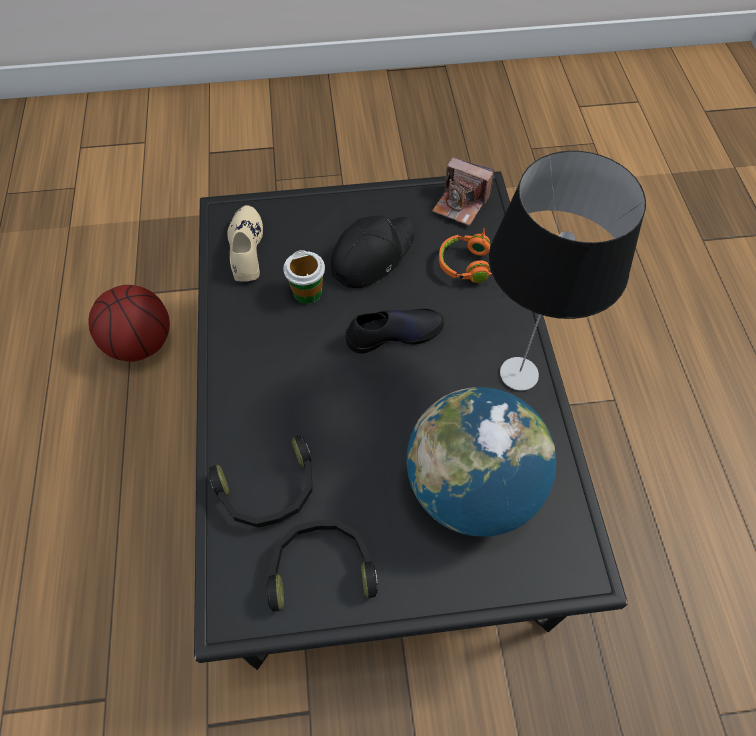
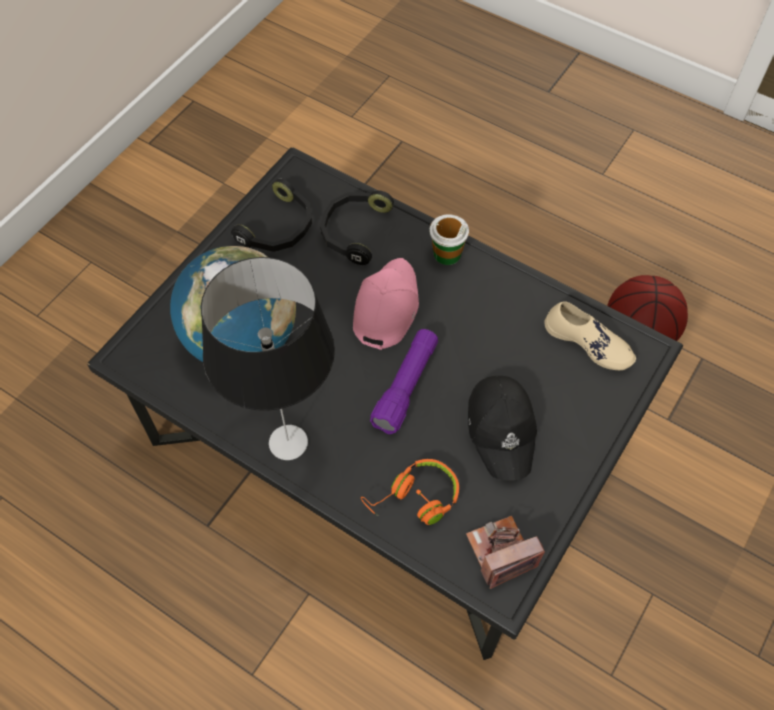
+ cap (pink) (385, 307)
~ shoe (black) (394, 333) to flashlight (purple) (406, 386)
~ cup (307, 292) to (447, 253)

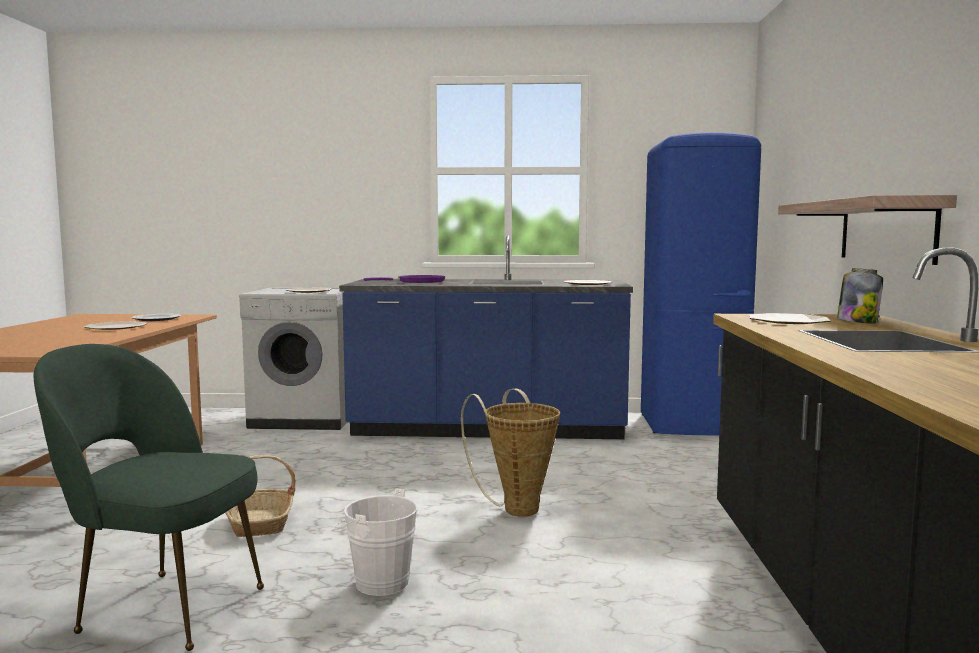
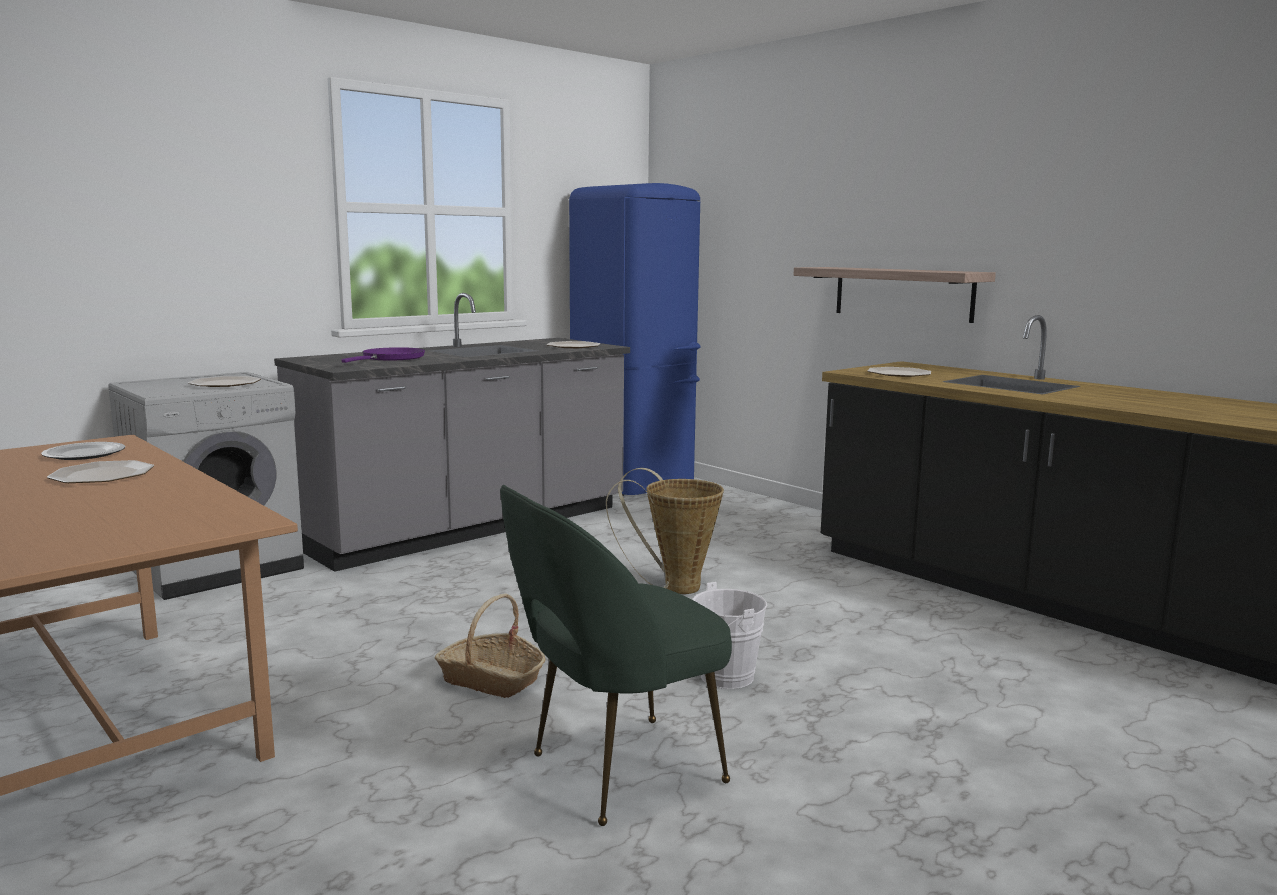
~ counter (blue) (487, 429) to counter (grey) (469, 527)
- jar (857, 322)

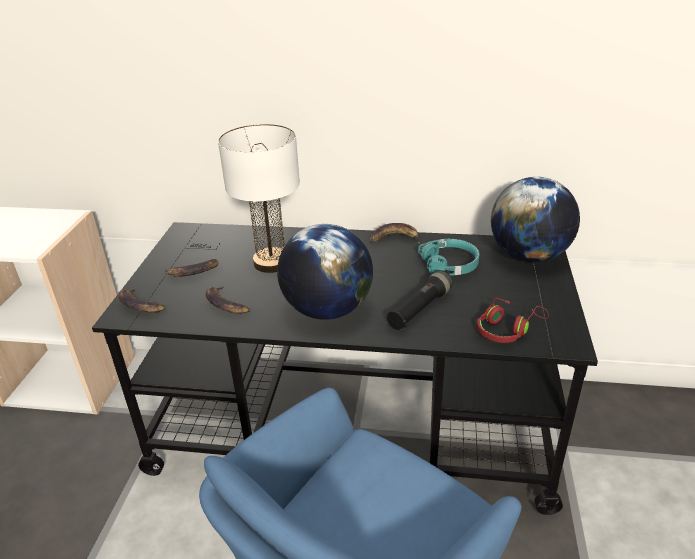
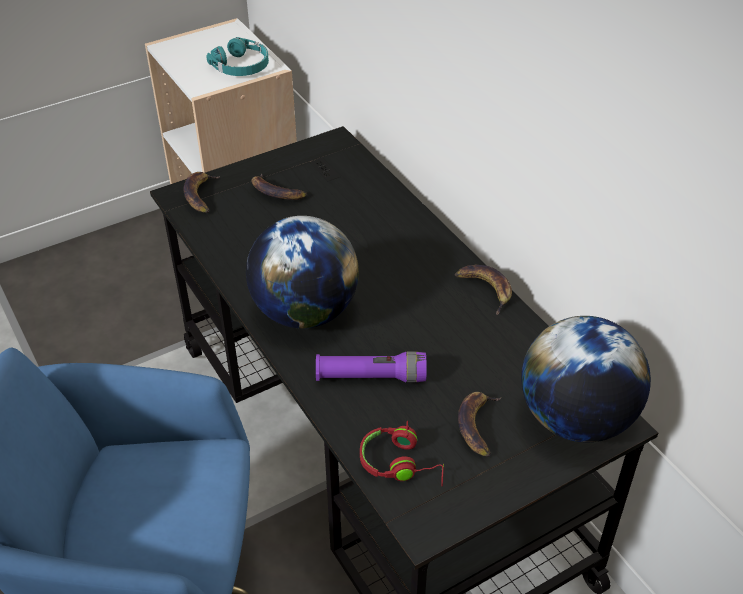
~ headphones (turquoise) (450, 264) to (241, 66)
~ flashlight (black) (420, 309) to flashlight (purple) (371, 377)
~ banana (225, 304) to (477, 425)
- table lamp (272, 262)

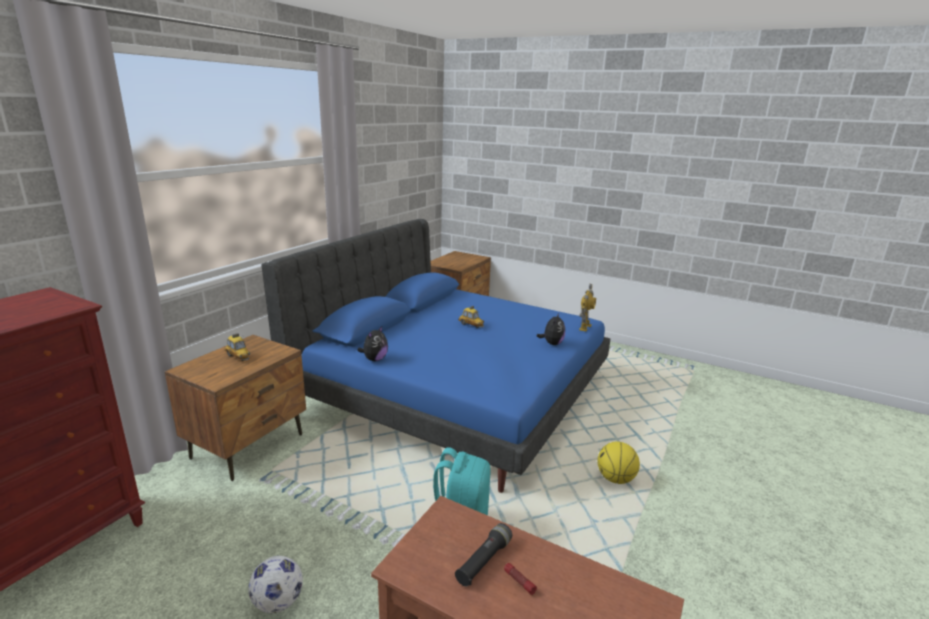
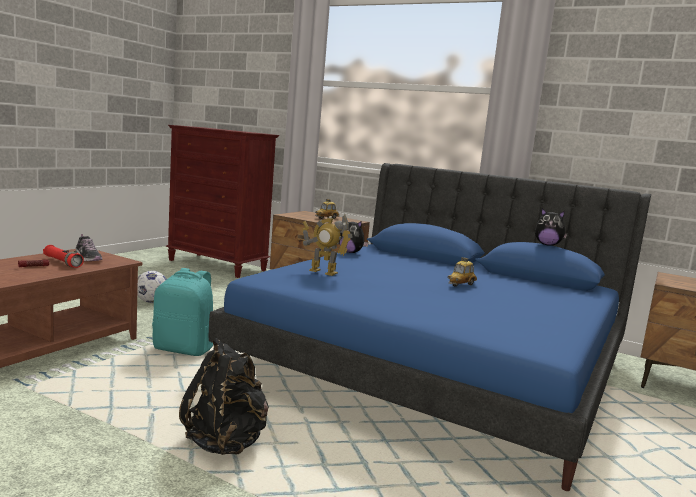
~ flashlight (black) (483, 561) to flashlight (red) (63, 262)
+ shoe (87, 258)
~ basketball (615, 479) to backpack (black) (226, 442)
~ toy robot (584, 327) to (323, 272)
~ plush toy (552, 343) to (547, 245)

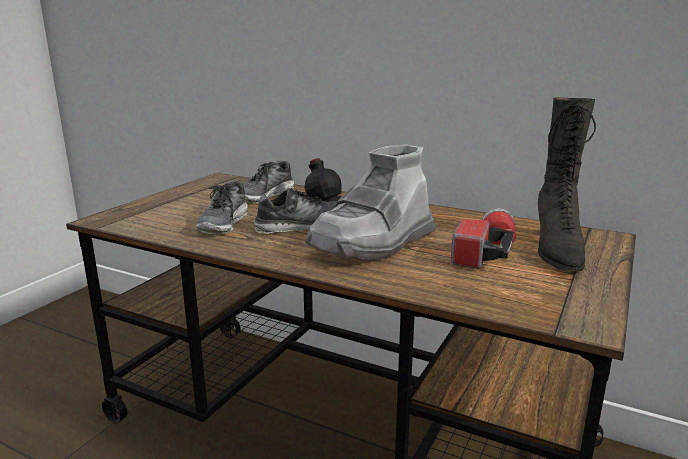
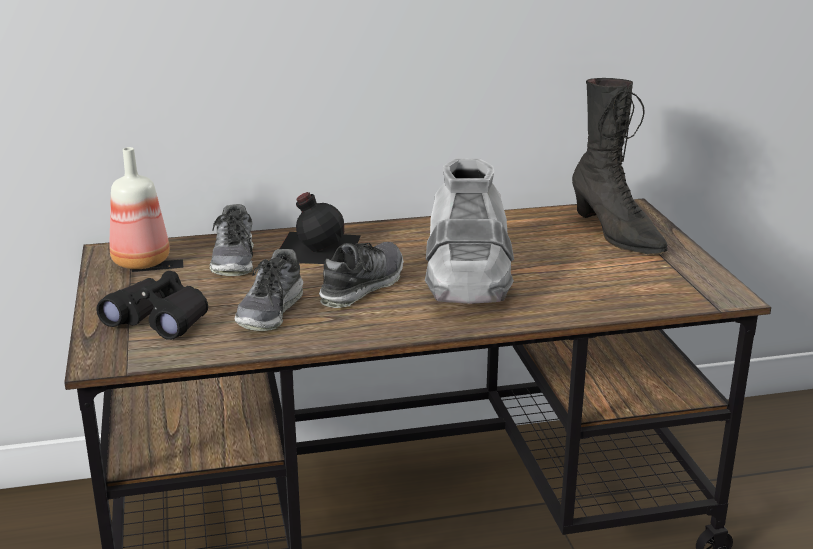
+ binoculars (black) (160, 319)
+ bottle (139, 261)
~ shoe (224, 223) = (271, 311) 45 degrees clockwise
- flashlight (484, 252)

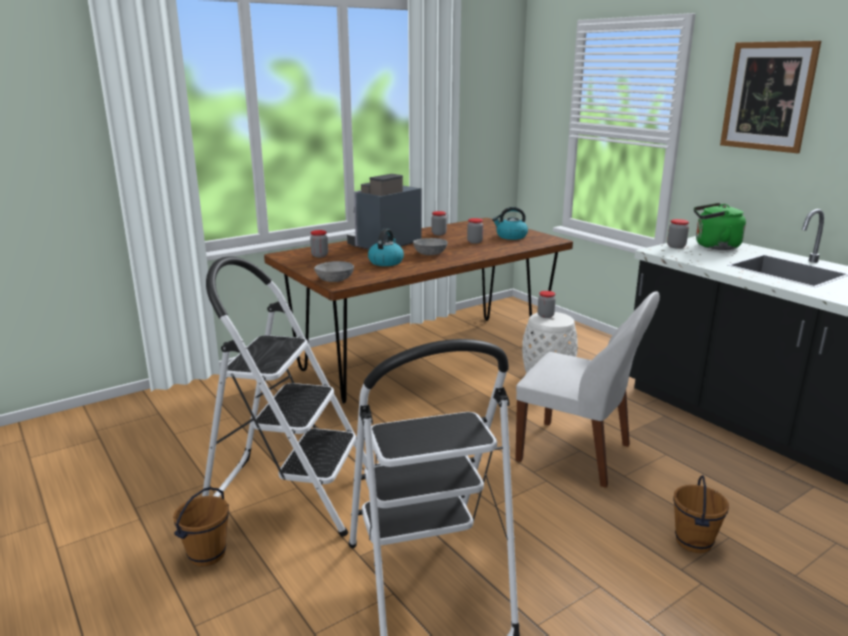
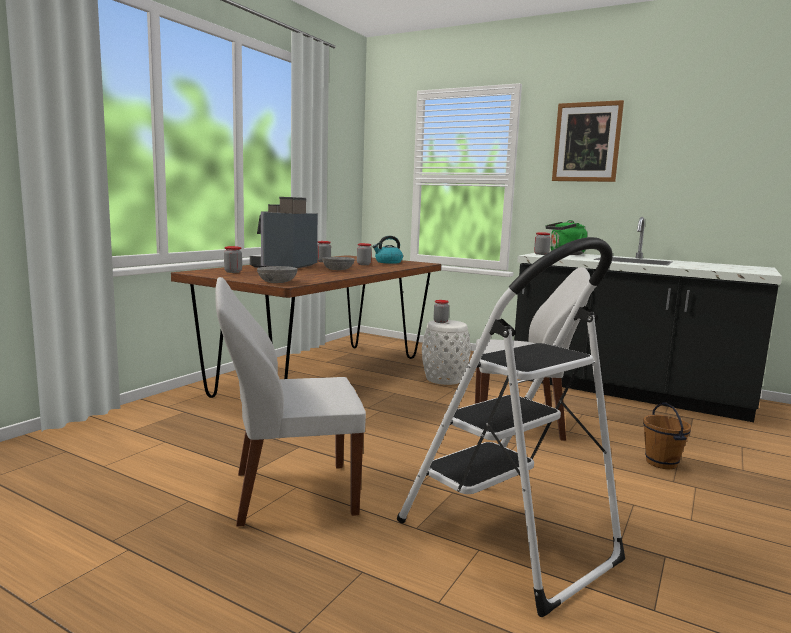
~ step ladder (286, 493) to chair (white) (289, 493)
- bucket (brown) (206, 554)
- kettle (386, 262)

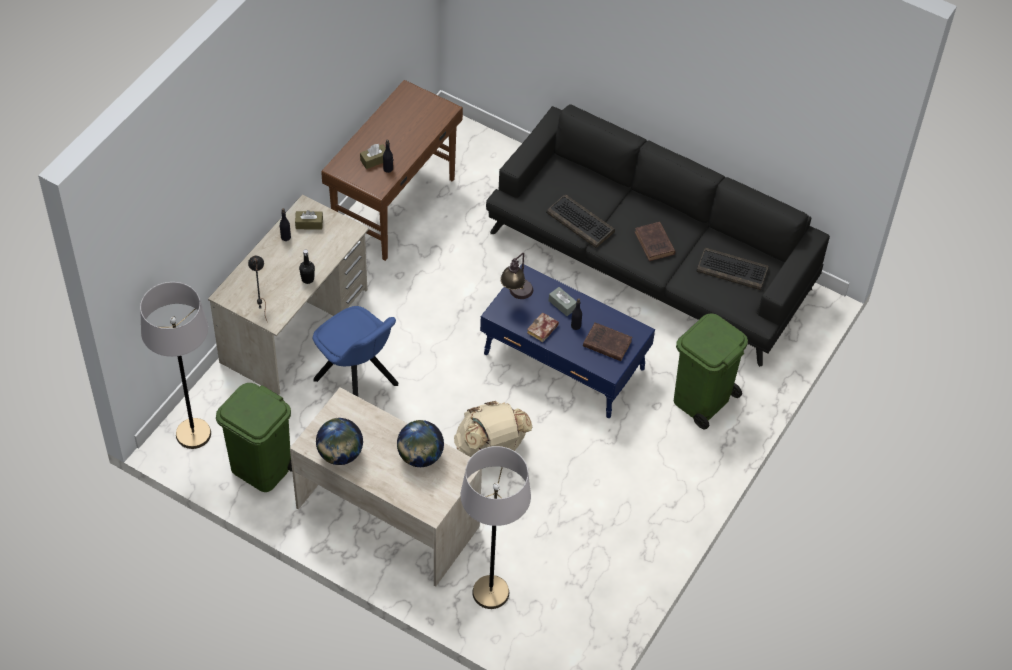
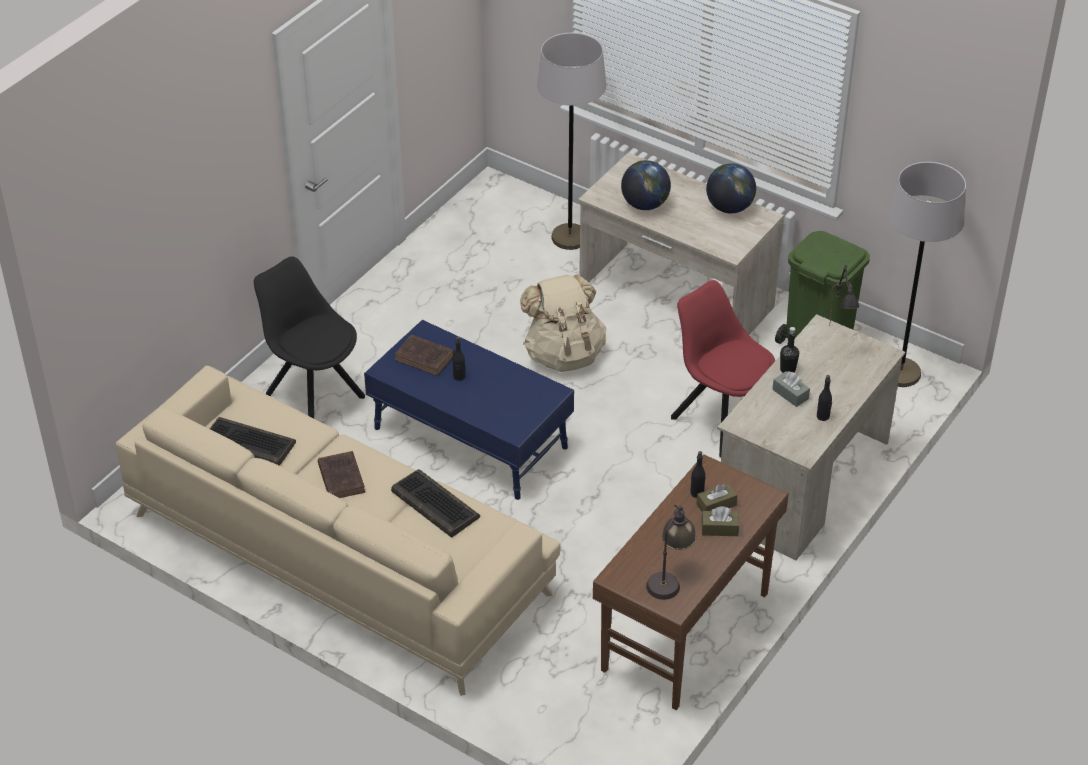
~ sofa (black) (650, 261) to sofa (beige) (340, 552)
~ trash can (green) (701, 400) to chair (black) (313, 396)
~ table lamp (516, 296) to (669, 578)
~ chair (blue) (357, 382) to chair (red) (719, 421)
~ tissue box (brown) (309, 224) to (719, 529)
~ tissue box (grey) (562, 305) to (790, 394)
- book (542, 330)

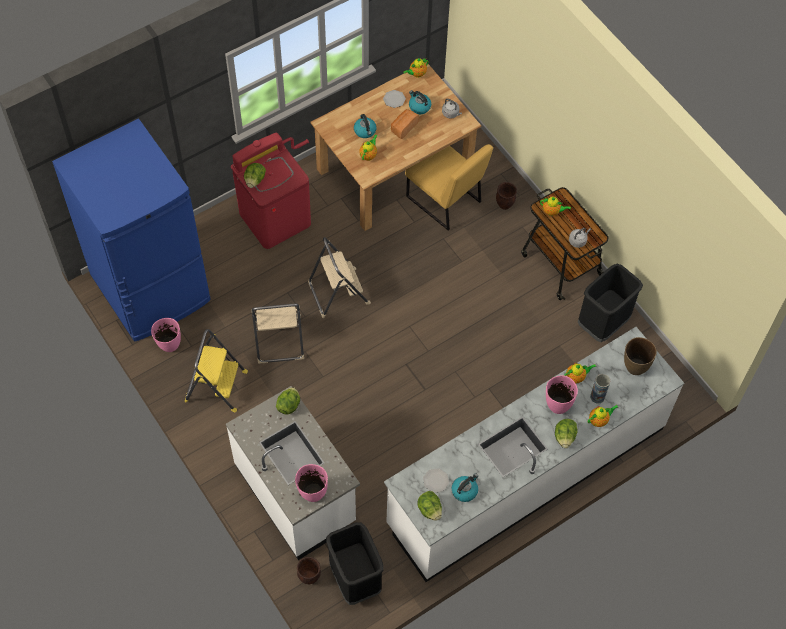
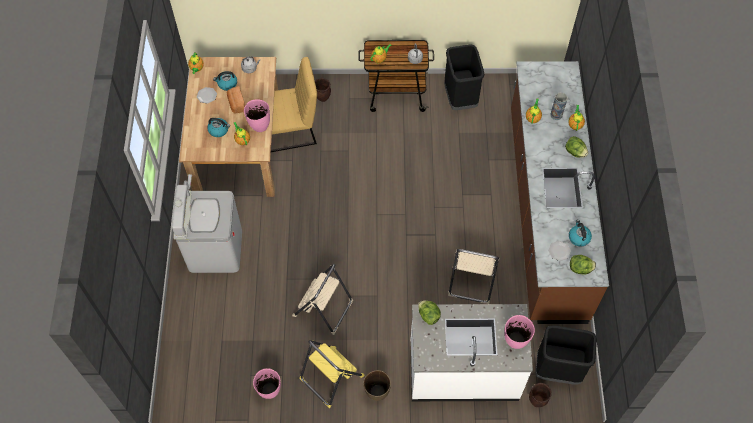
~ washing machine (red) (276, 218) to washing machine (grey) (215, 249)
~ vase (pink) (557, 405) to (259, 126)
~ vase (brown) (635, 367) to (377, 393)
~ step ladder (beige) (336, 293) to (471, 281)
~ counter (white) (526, 475) to counter (brown) (544, 212)
- fridge (blue) (151, 288)
- lettuce (255, 180)

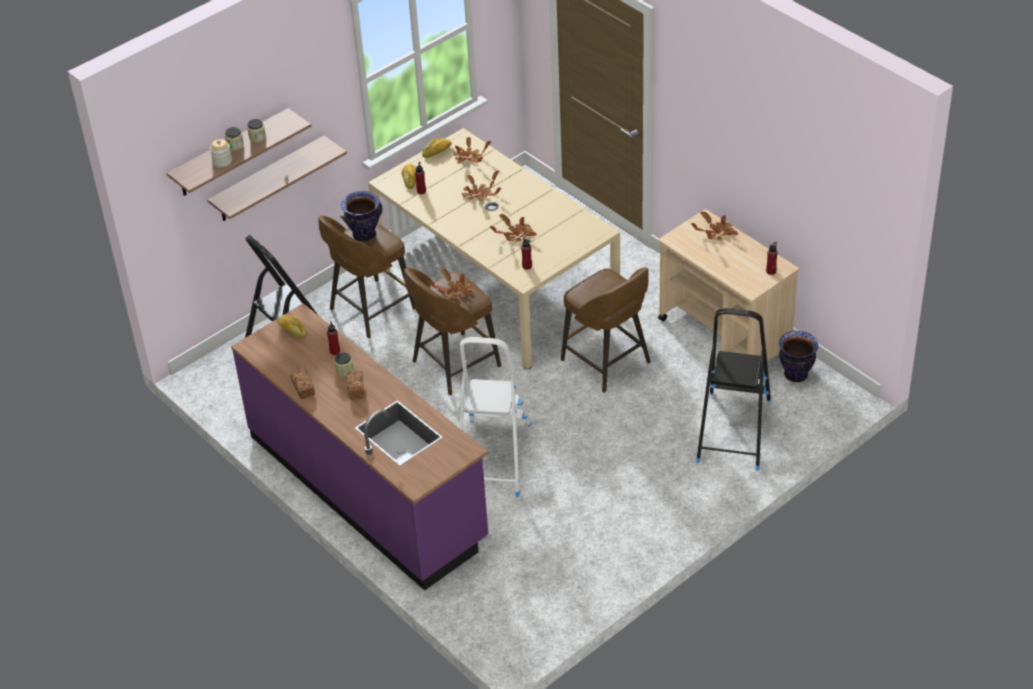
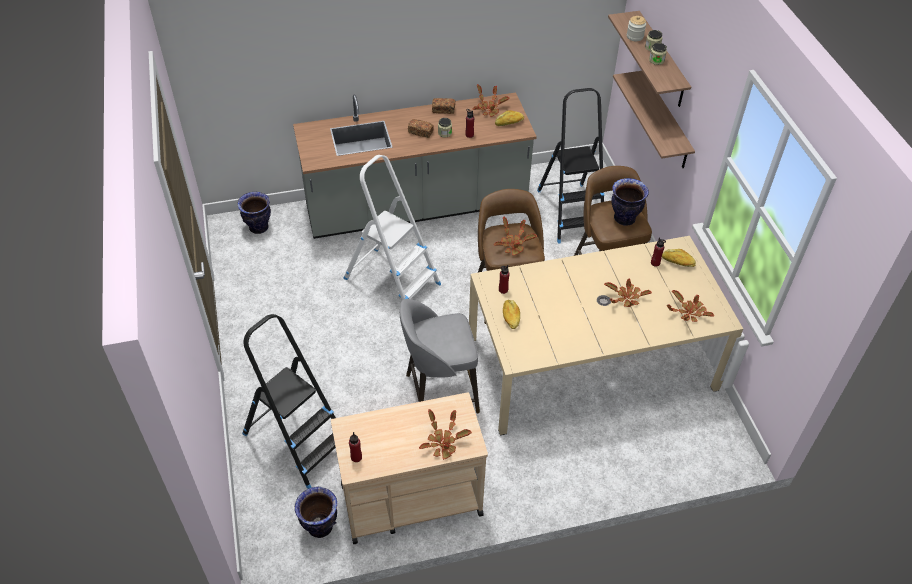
+ vase (258, 227)
~ counter (purple) (368, 488) to counter (grey) (416, 208)
~ stool (brown) (607, 362) to stool (grey) (439, 393)
~ potted plant (515, 235) to (488, 108)
~ bread (437, 152) to (510, 317)

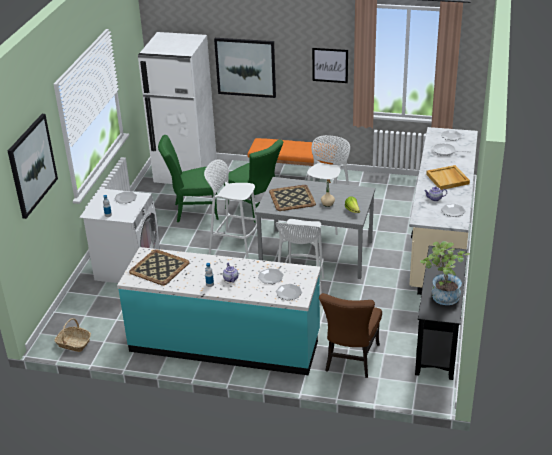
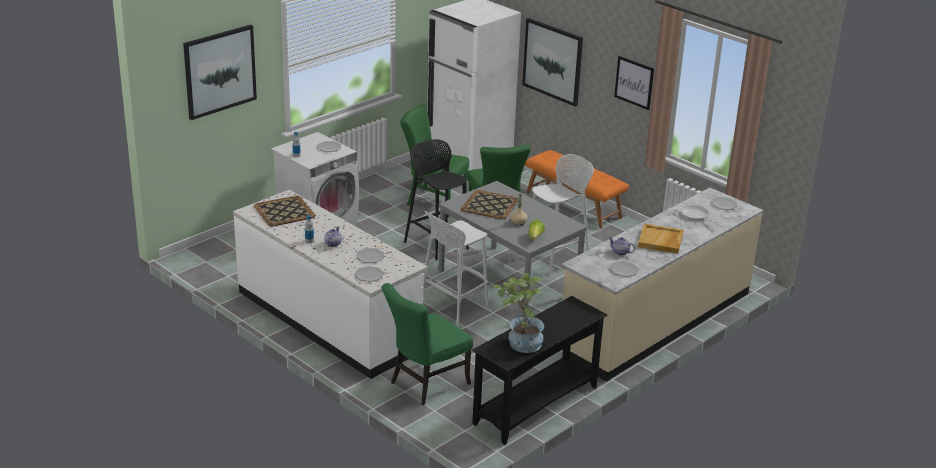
~ counter (turquoise) (225, 342) to counter (white) (329, 320)
~ chair (brown) (350, 360) to chair (green) (425, 384)
~ stool (white) (234, 244) to stool (black) (437, 244)
- basket (73, 343)

